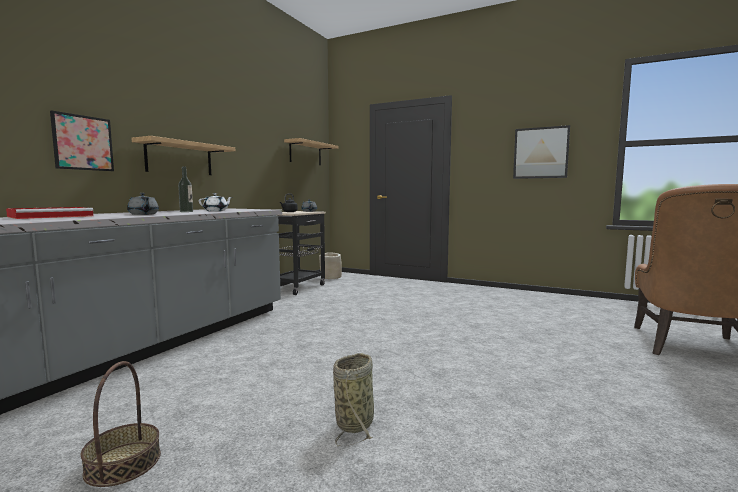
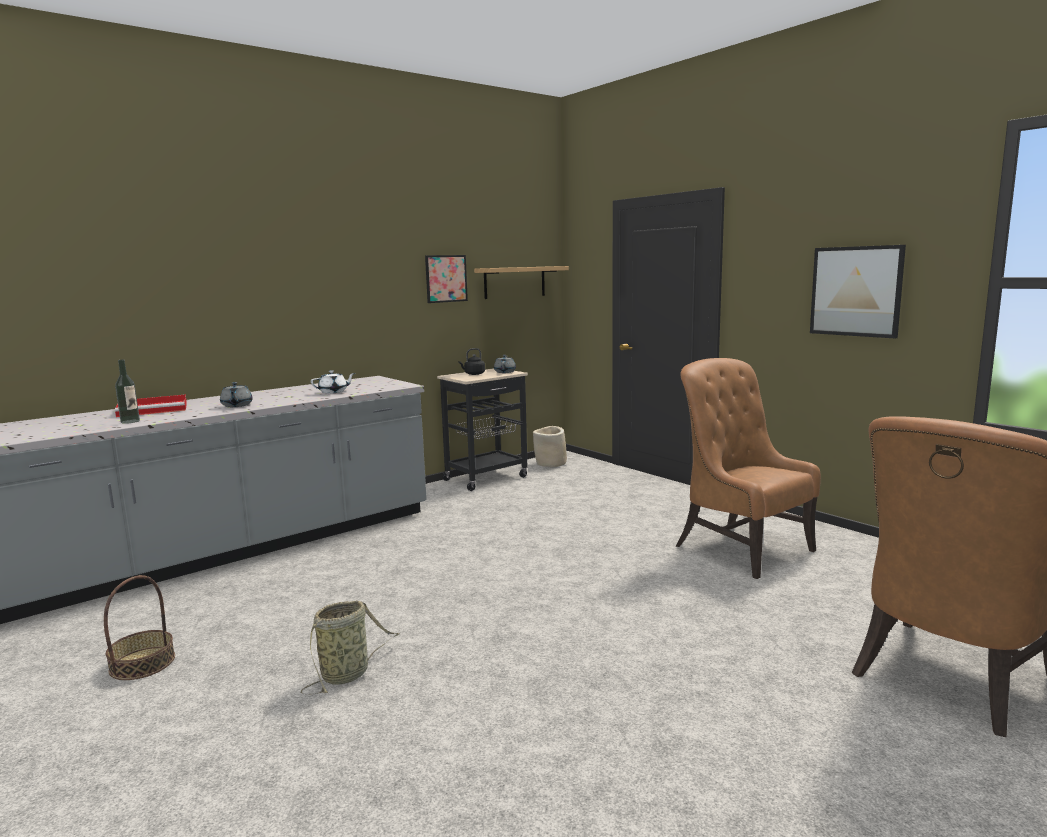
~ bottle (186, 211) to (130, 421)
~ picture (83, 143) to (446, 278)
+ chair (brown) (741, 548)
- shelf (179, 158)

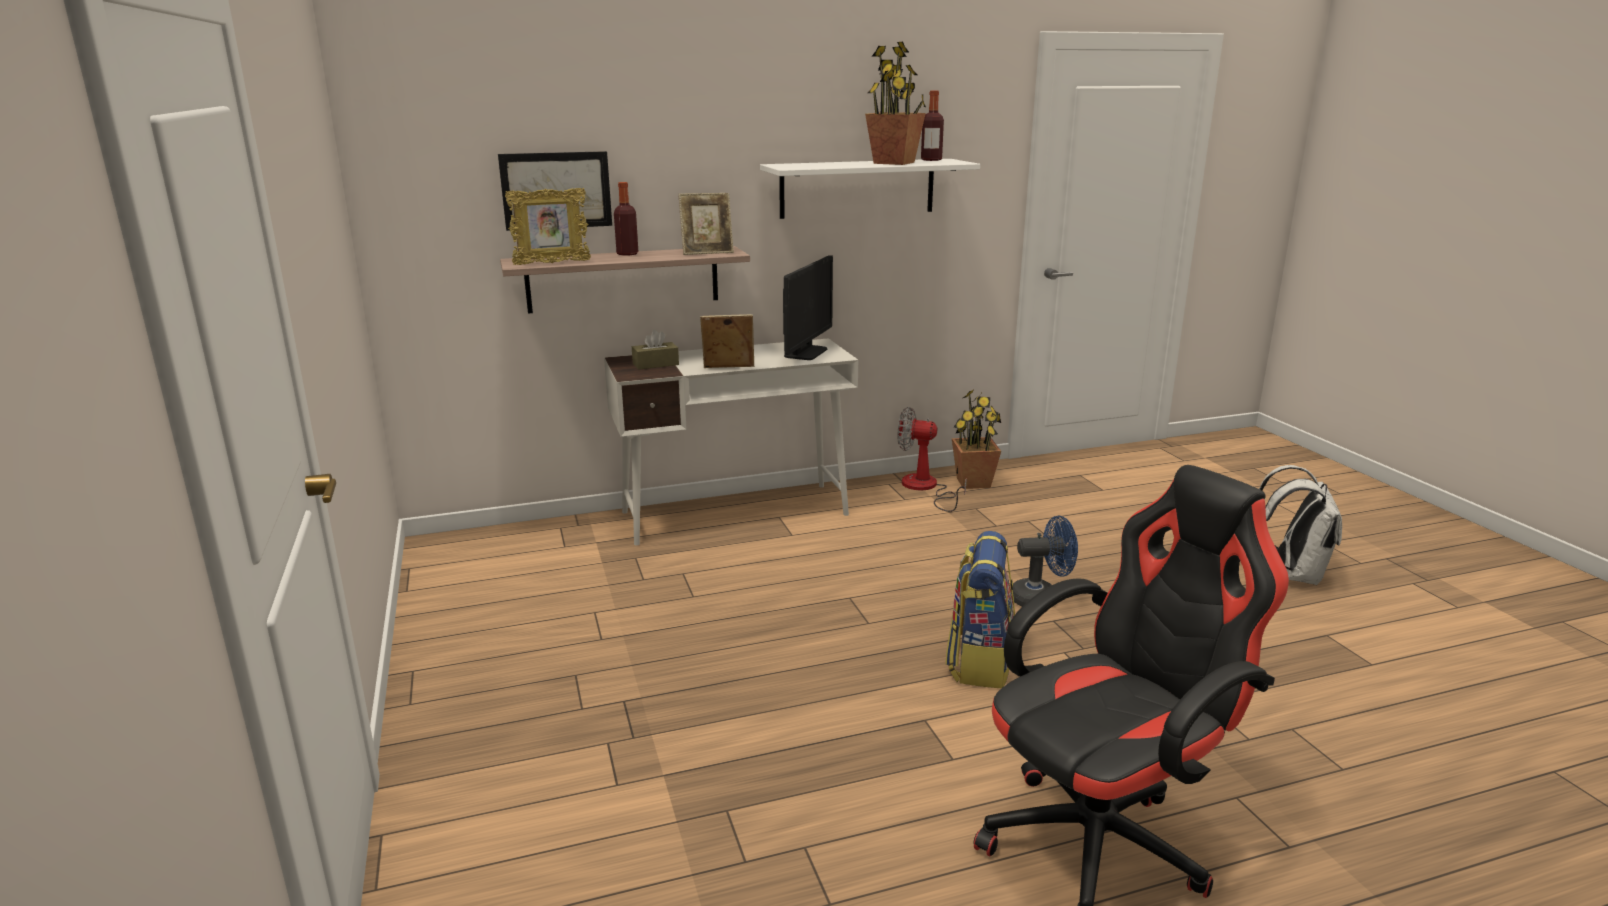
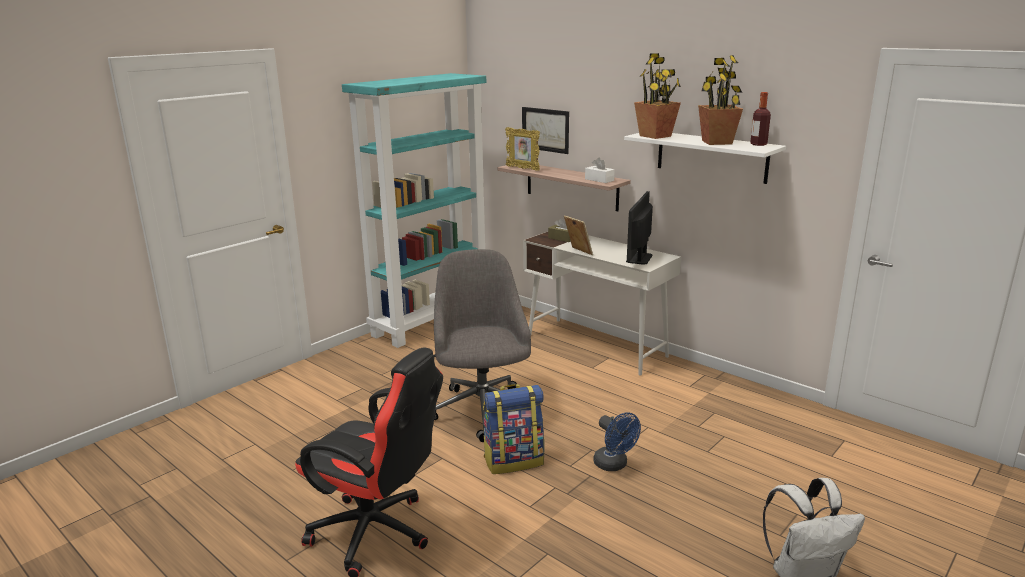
+ bookcase (turquoise) (431, 321)
+ office chair (grey) (482, 410)
~ picture frame (707, 252) to tissue box (white) (599, 180)
~ monitor (805, 353) = (639, 258) 120 degrees clockwise
~ potted plant (973, 482) to (655, 136)
- bottle (627, 254)
- fan (925, 488)

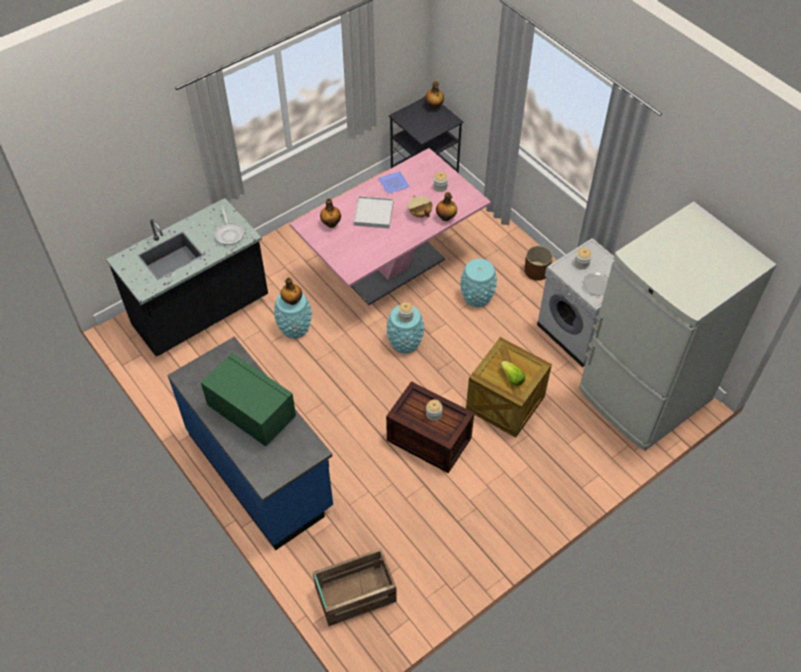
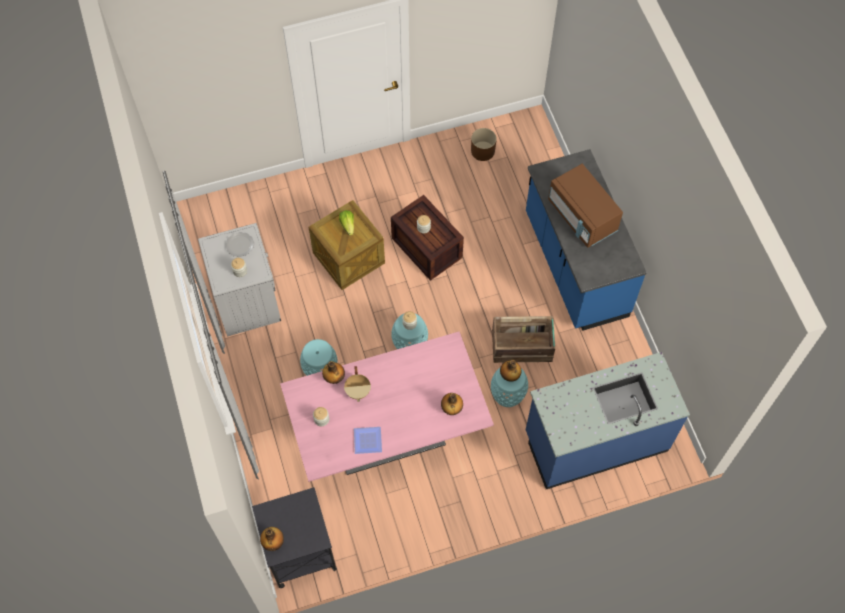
~ planter (brown) (537, 271) to (482, 151)
~ crate (354, 594) to (522, 346)
~ counter (black) (201, 313) to counter (blue) (595, 441)
~ microwave (green) (252, 412) to microwave (brown) (582, 217)
- frying pan (229, 233)
- tray (white) (373, 214)
- fridge (white) (643, 394)

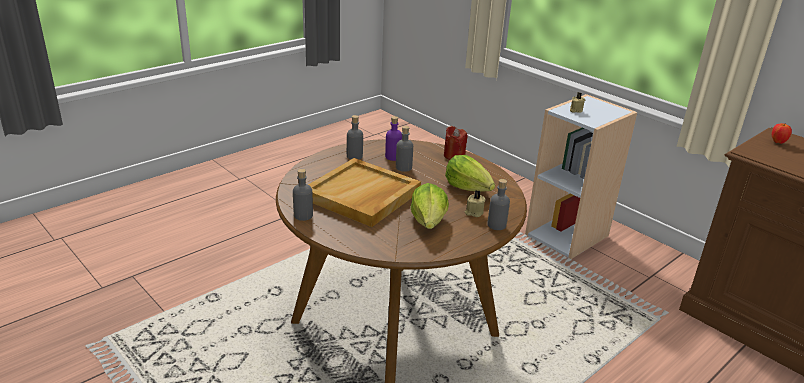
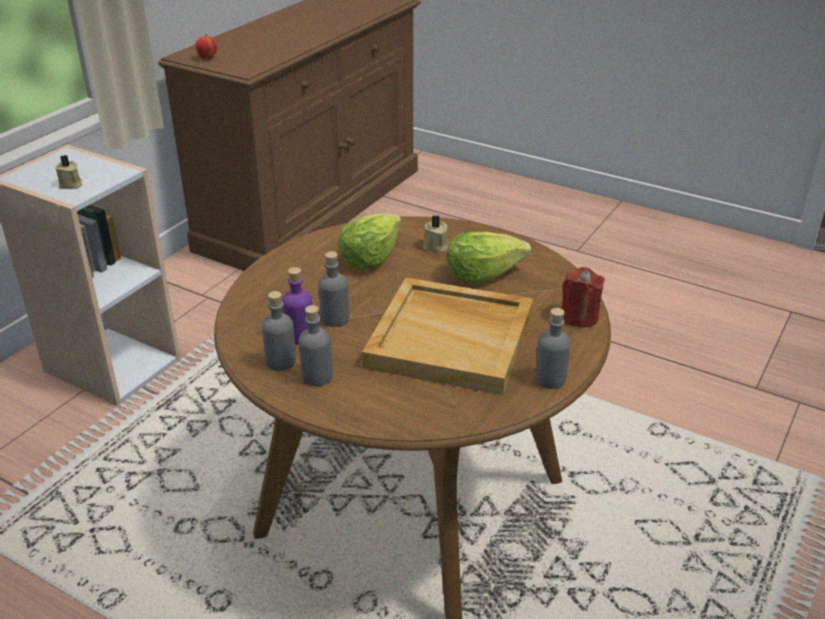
~ bottle (grey) (496, 225) to (281, 362)
~ candle (red) (454, 156) to (579, 317)

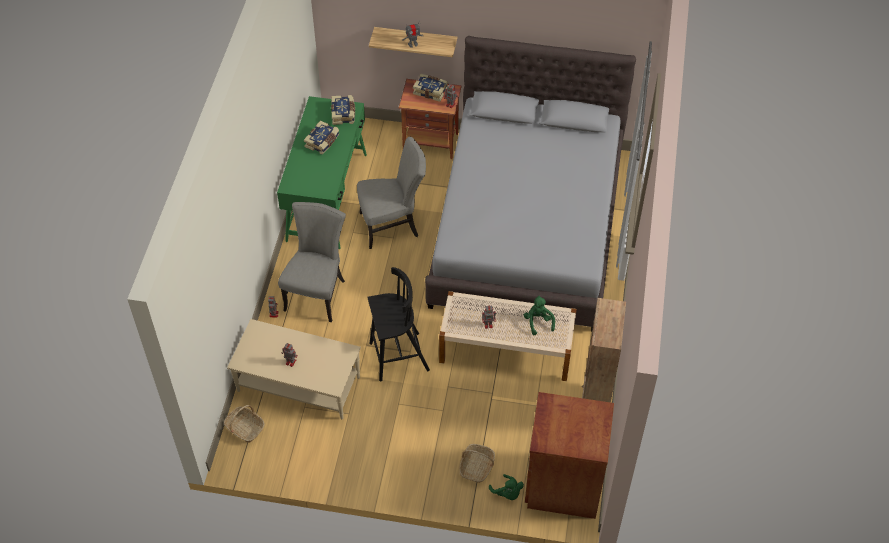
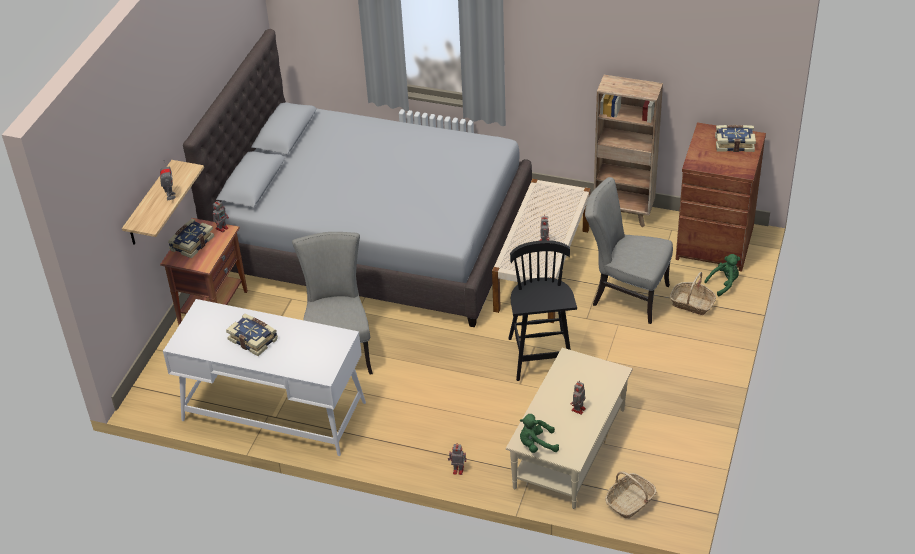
~ desk (green) (327, 196) to desk (white) (273, 410)
~ plush toy (green) (538, 322) to (536, 444)
~ chair (grey) (317, 292) to (625, 295)
~ book (343, 114) to (734, 143)

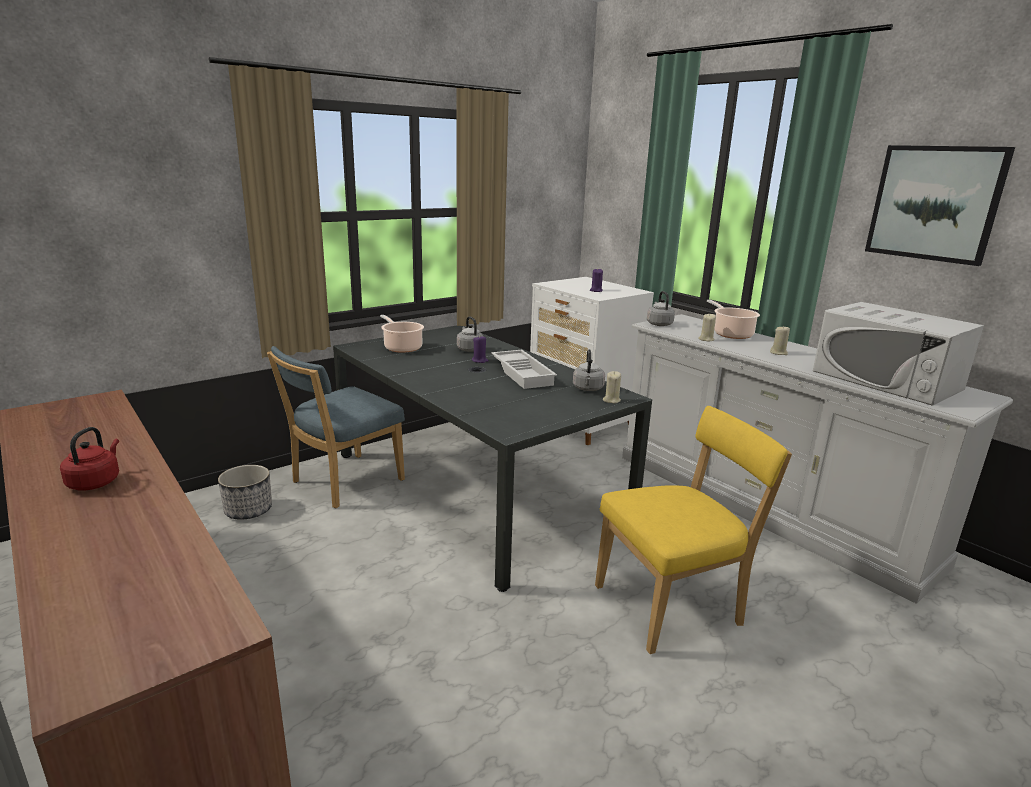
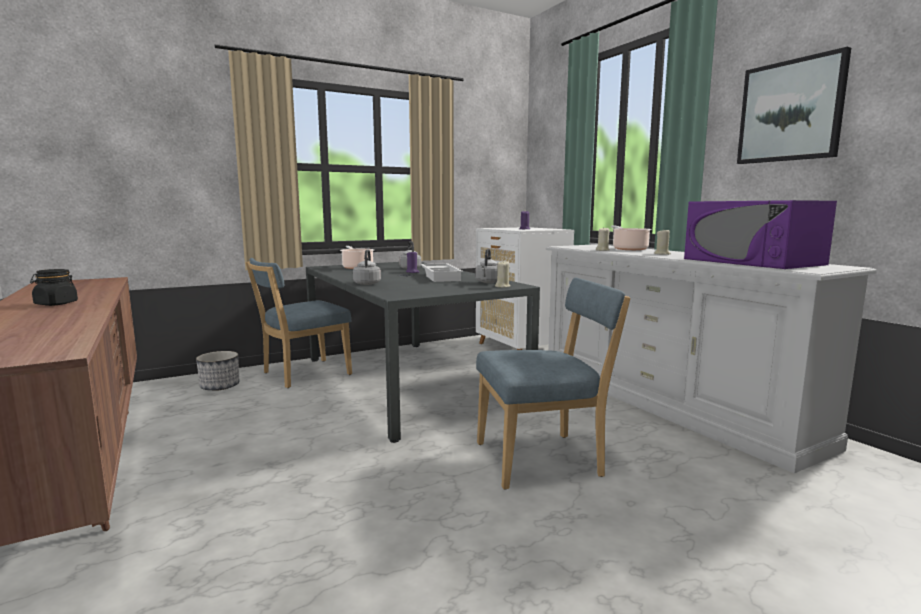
~ kettle (red) (95, 482) to jar (black) (56, 304)
~ kettle (grey) (659, 324) to (367, 283)
~ chair (yellow) (673, 605) to chair (blue) (544, 459)
~ microwave (white) (886, 380) to microwave (purple) (752, 261)

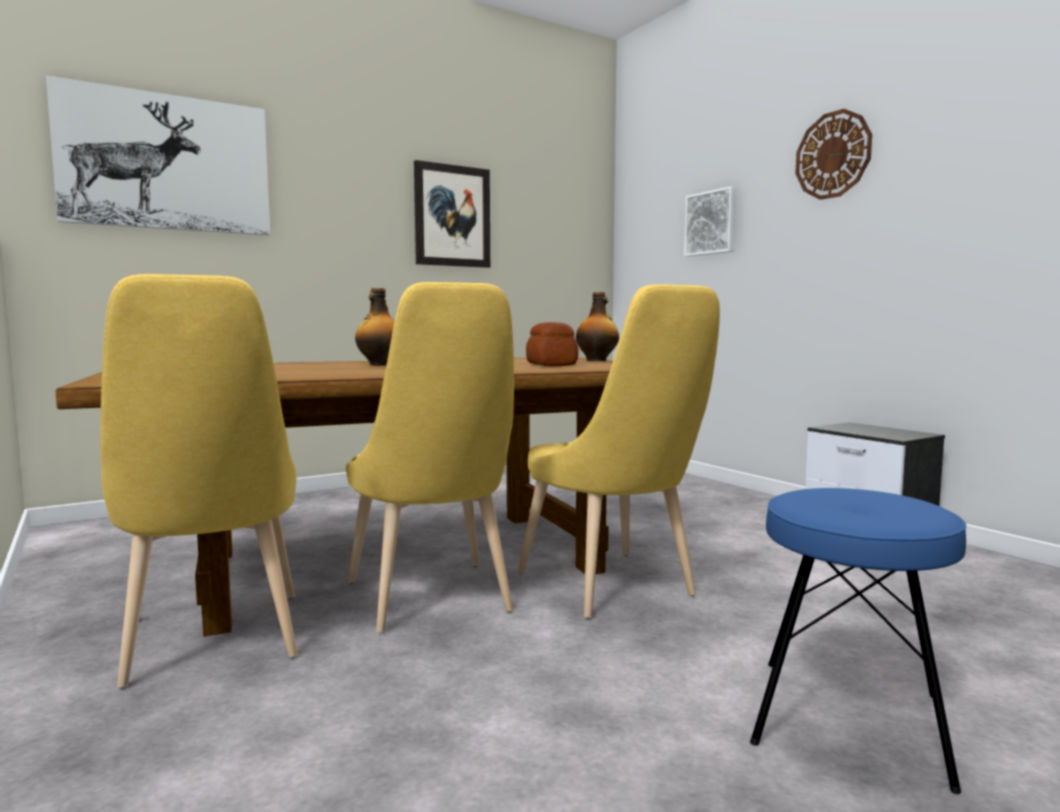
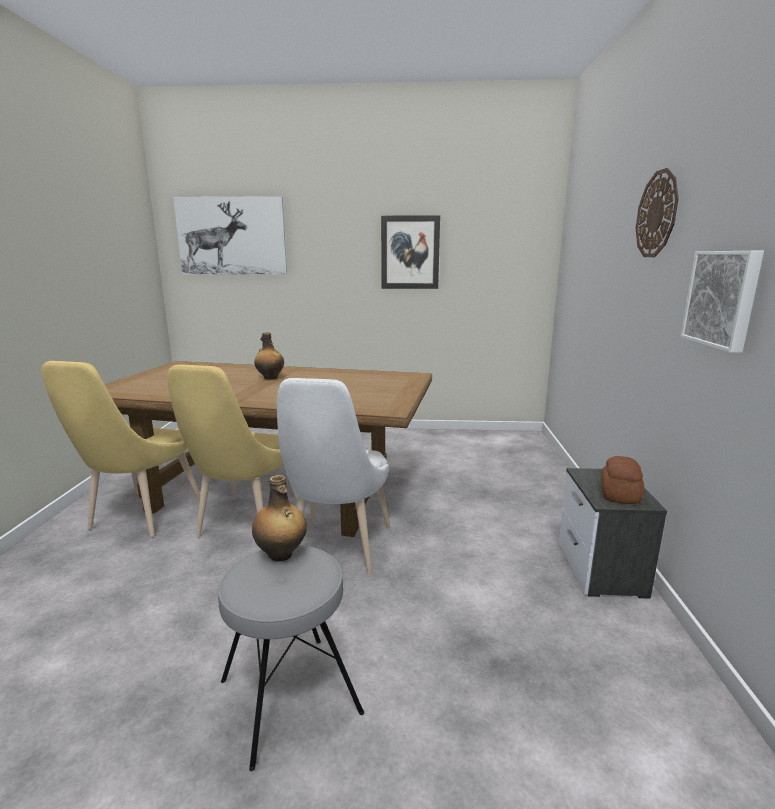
~ stool (blue) (849, 719) to stool (grey) (289, 696)
~ bottle (597, 360) to (281, 554)
~ chair (yellow) (613, 588) to chair (white) (338, 550)
~ bread (551, 365) to (619, 494)
~ picture (711, 223) to (723, 298)

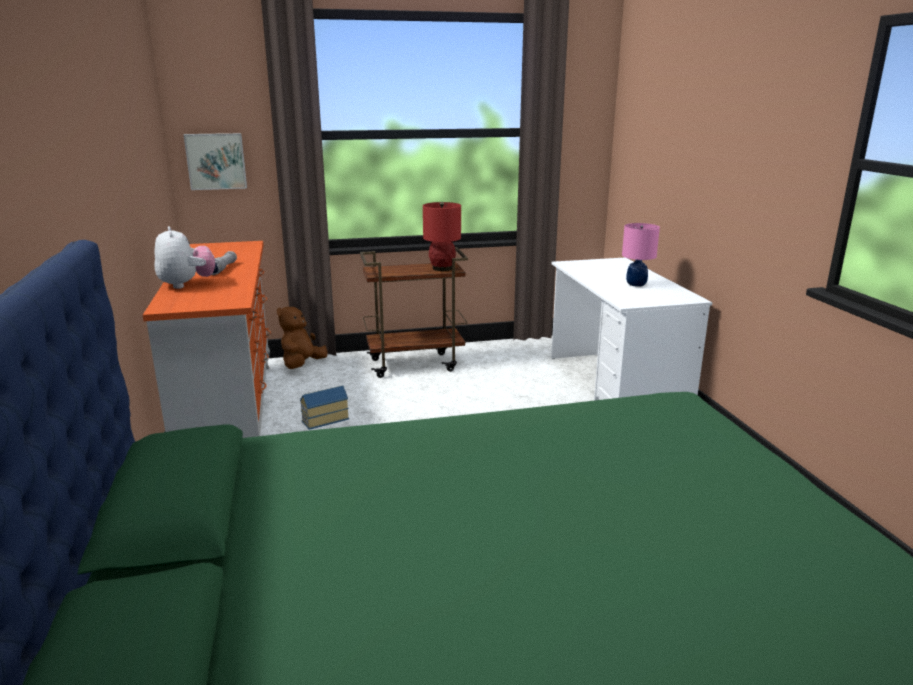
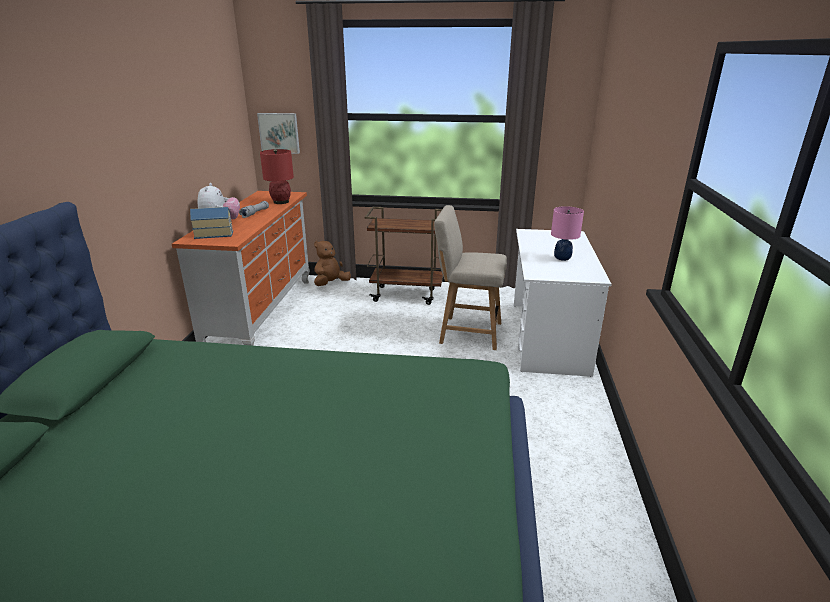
~ toy house (324, 419) to (214, 234)
~ table lamp (red) (442, 268) to (281, 202)
+ chair (beige) (467, 332)

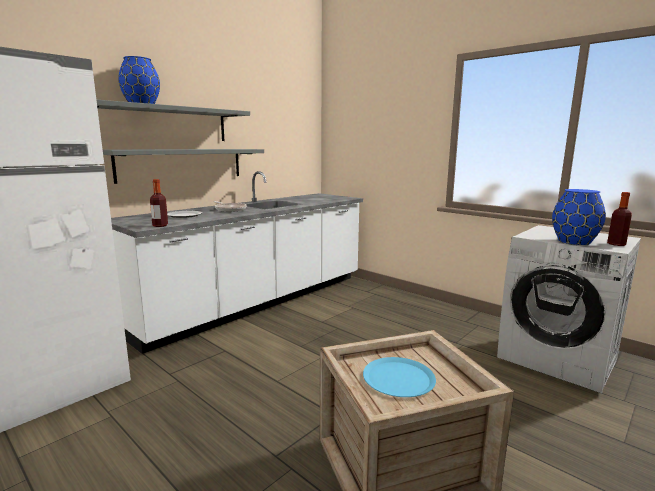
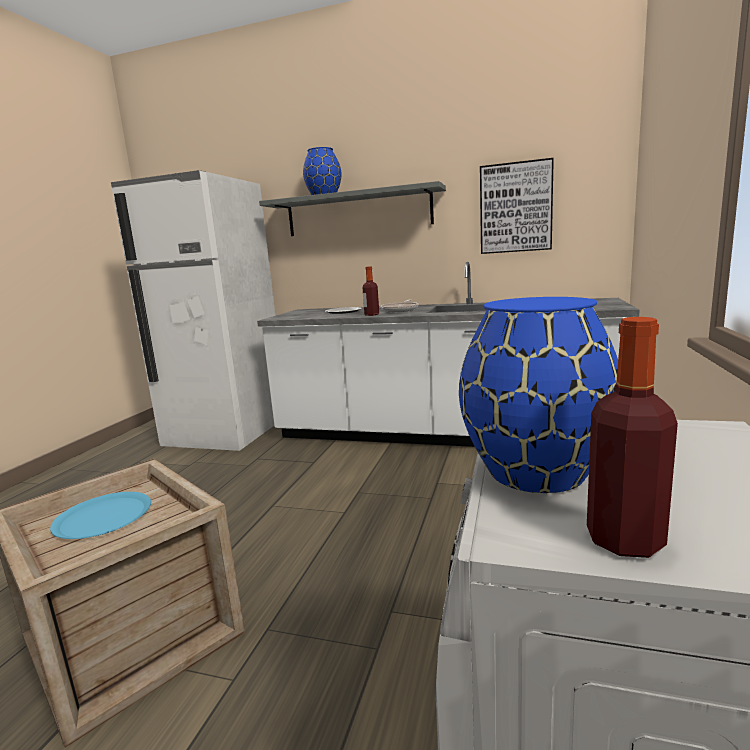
~ bottle (160, 225) to (371, 314)
+ picture (515, 208)
- shelf (grey) (182, 164)

